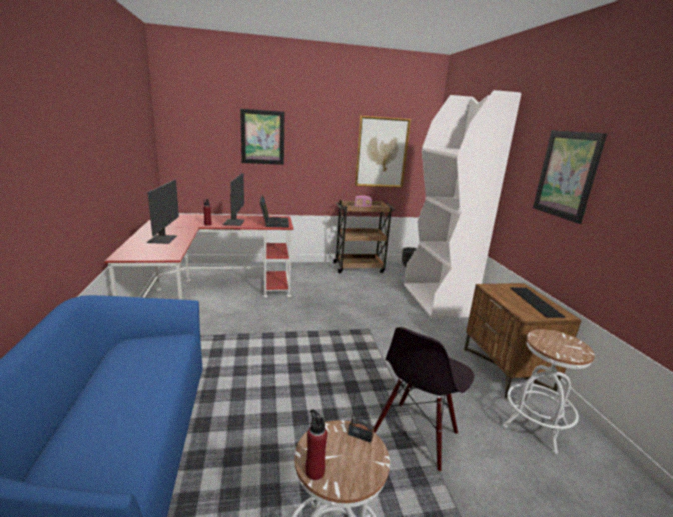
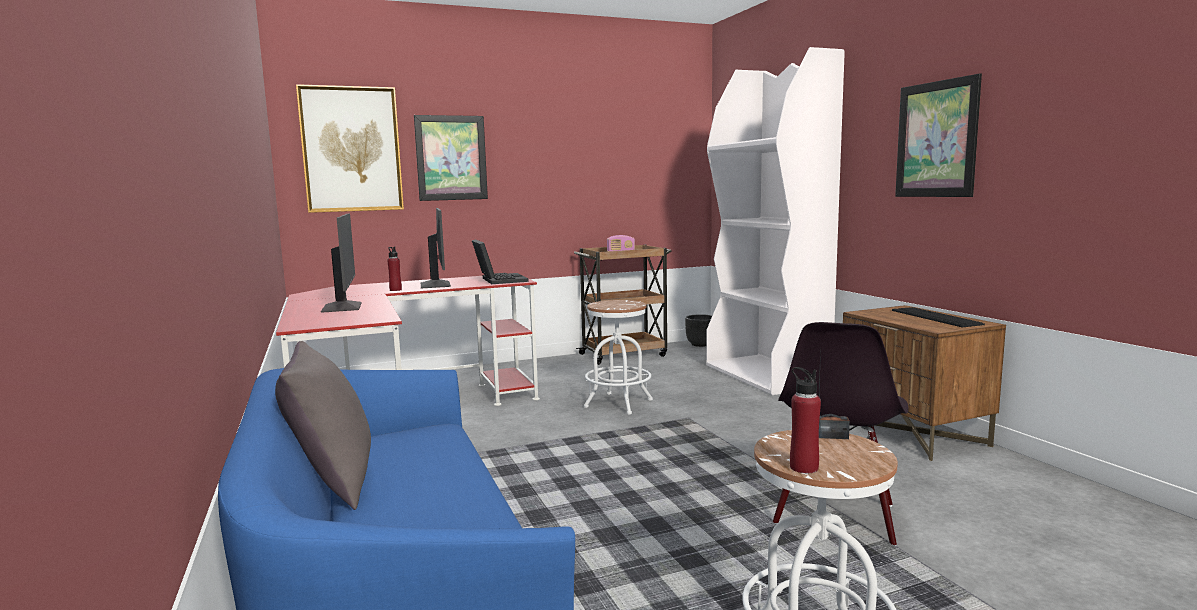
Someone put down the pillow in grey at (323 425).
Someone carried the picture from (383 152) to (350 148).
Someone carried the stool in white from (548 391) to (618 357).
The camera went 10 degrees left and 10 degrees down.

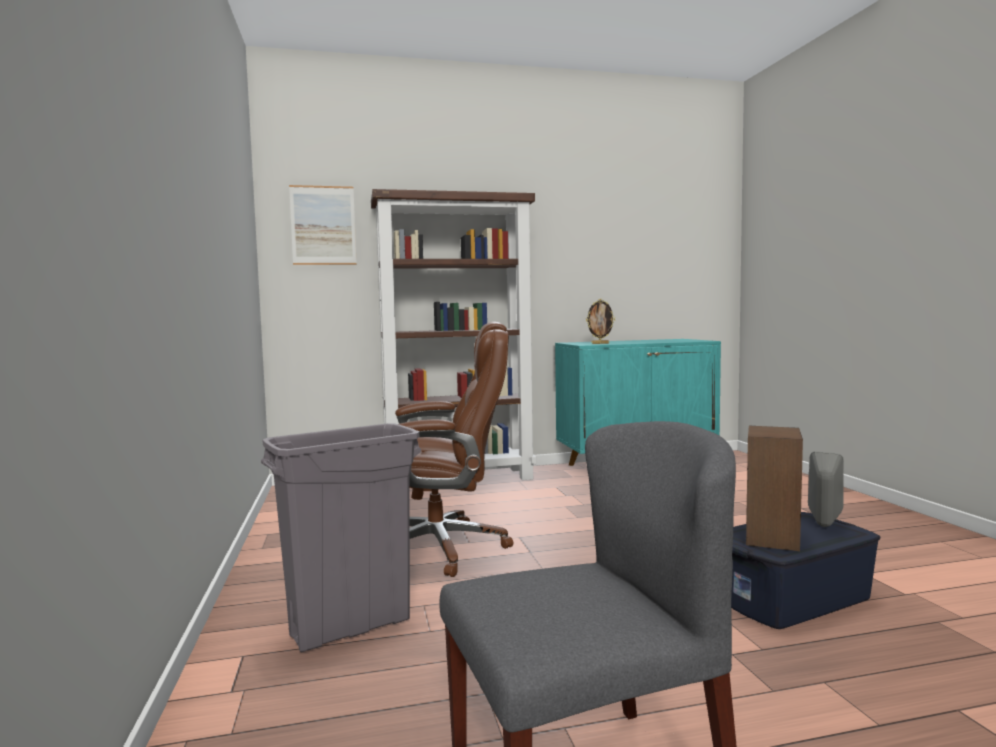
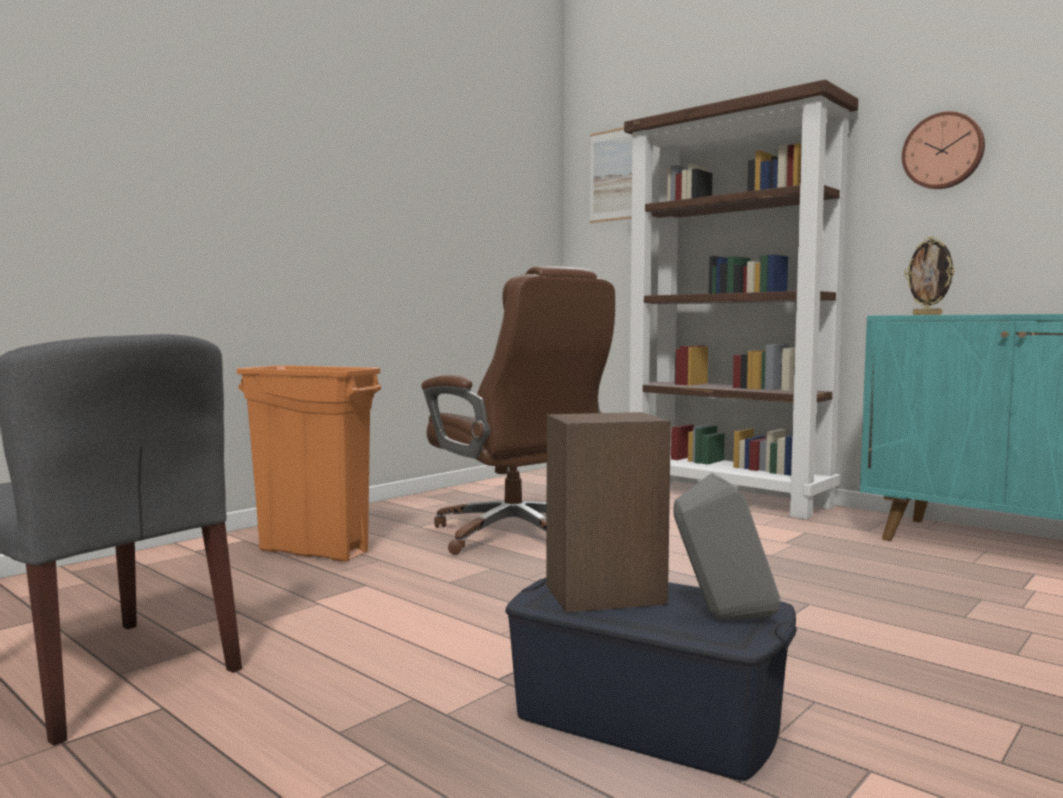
Someone put up the wall clock at (943 150).
Someone repainted the trash can in grey at (341 537), which became the trash can in orange at (309 463).
The camera went 55 degrees right and 0 degrees up.

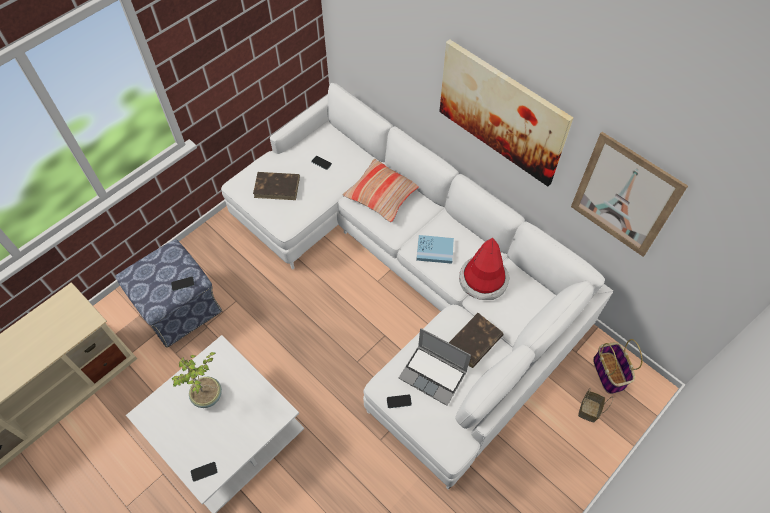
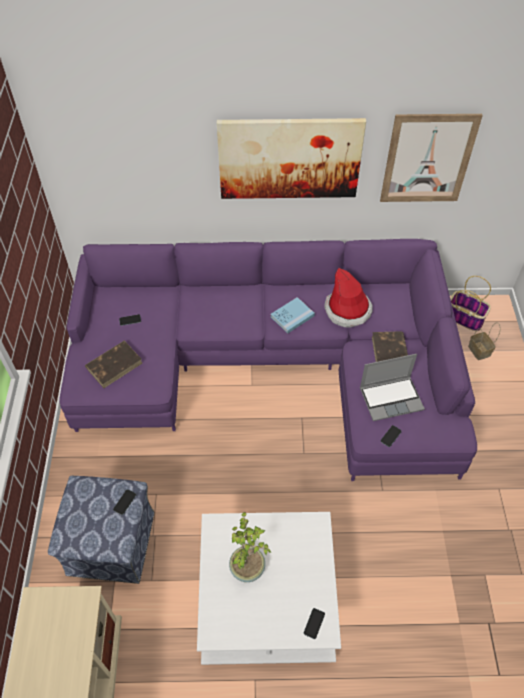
Someone took away the pillow at (381 190).
Someone repainted the sofa in white at (417 286), which became the sofa in purple at (268 360).
The camera went 45 degrees left and 5 degrees down.

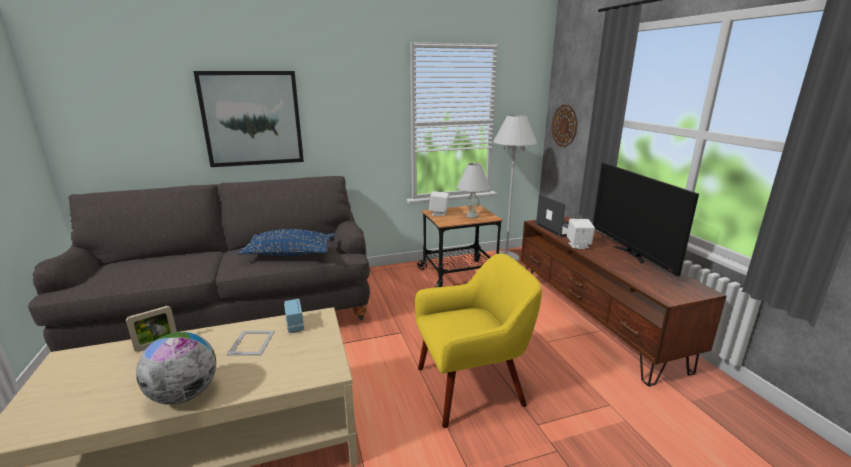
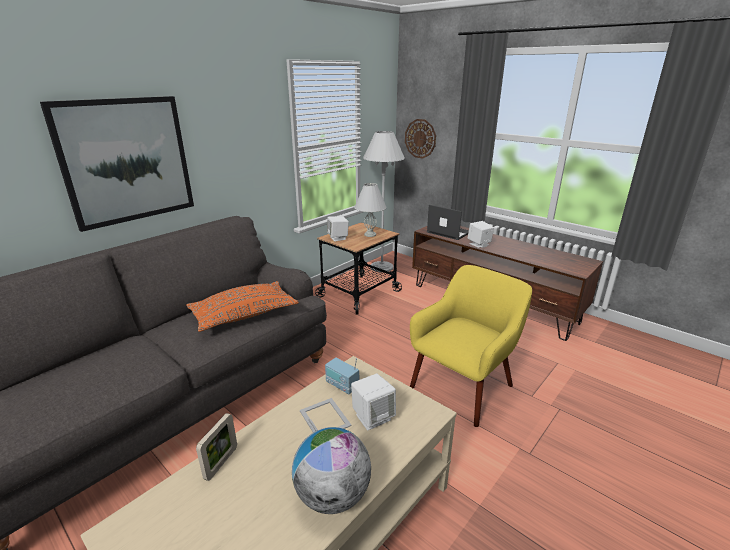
Someone took away the television at (646 219).
Someone put down the speaker in white at (373 402).
Someone repainted the pillow in blue at (286 242), which became the pillow in orange at (242 306).
The camera went 30 degrees left and 5 degrees up.

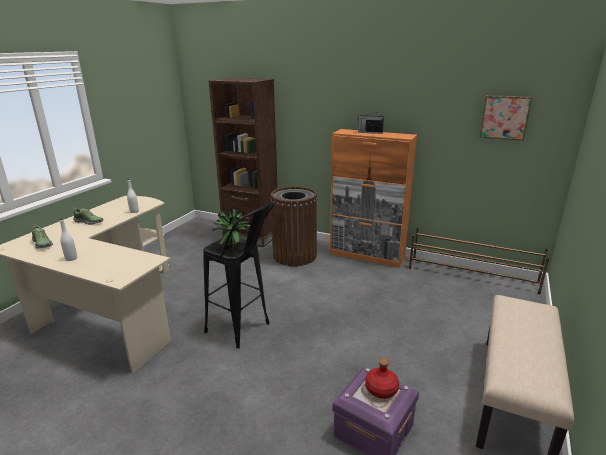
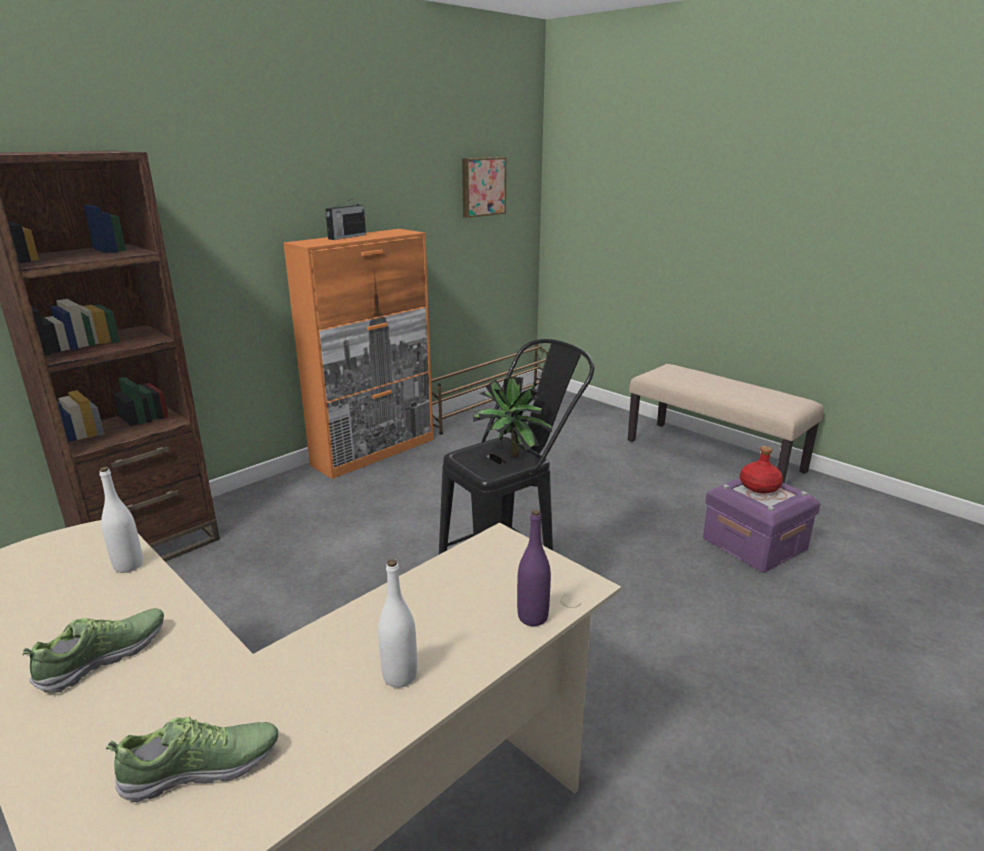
Someone took away the trash can in brown at (293 226).
Someone put down the bottle in purple at (534 567).
The camera went 70 degrees left and 0 degrees up.

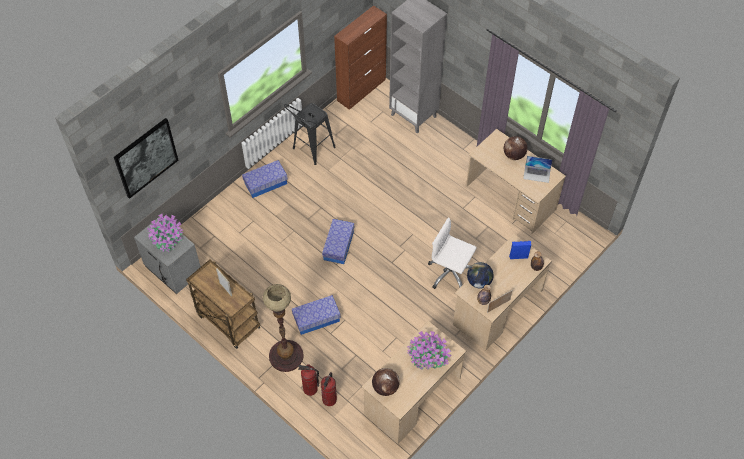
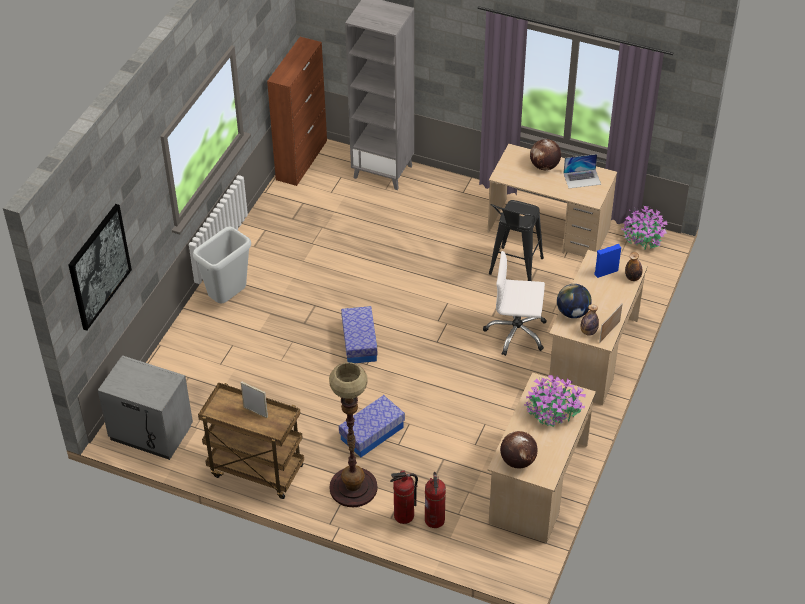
Someone carried the potted plant from (165 233) to (645 228).
Someone carried the stool in black from (310 134) to (516 240).
Someone swapped the storage box at (265 179) for the trash can in grey at (222 265).
The camera went 20 degrees left and 10 degrees down.

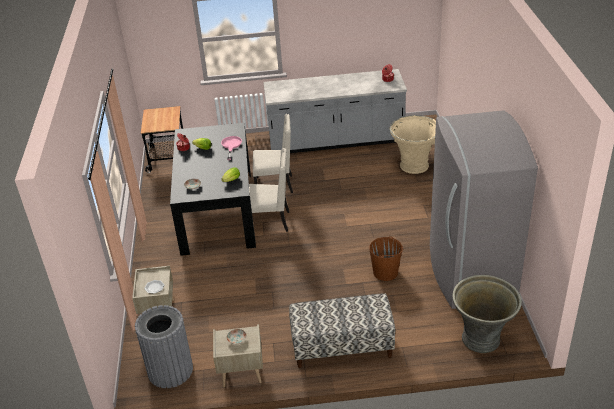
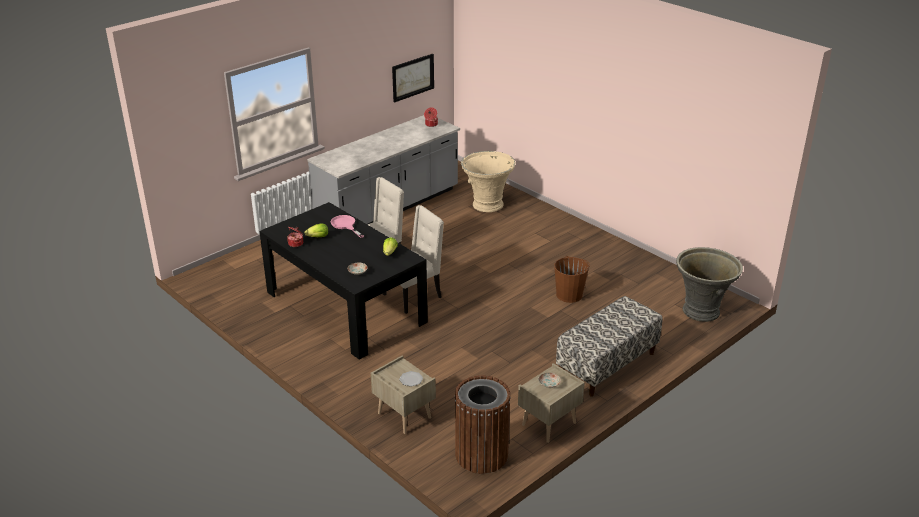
Someone took away the cart at (162 139).
Someone took away the fridge in grey at (484 209).
Someone put up the picture at (413 78).
Someone repainted the trash can in grey at (164 346), which became the trash can in brown at (483 424).
The camera went 40 degrees left and 5 degrees down.

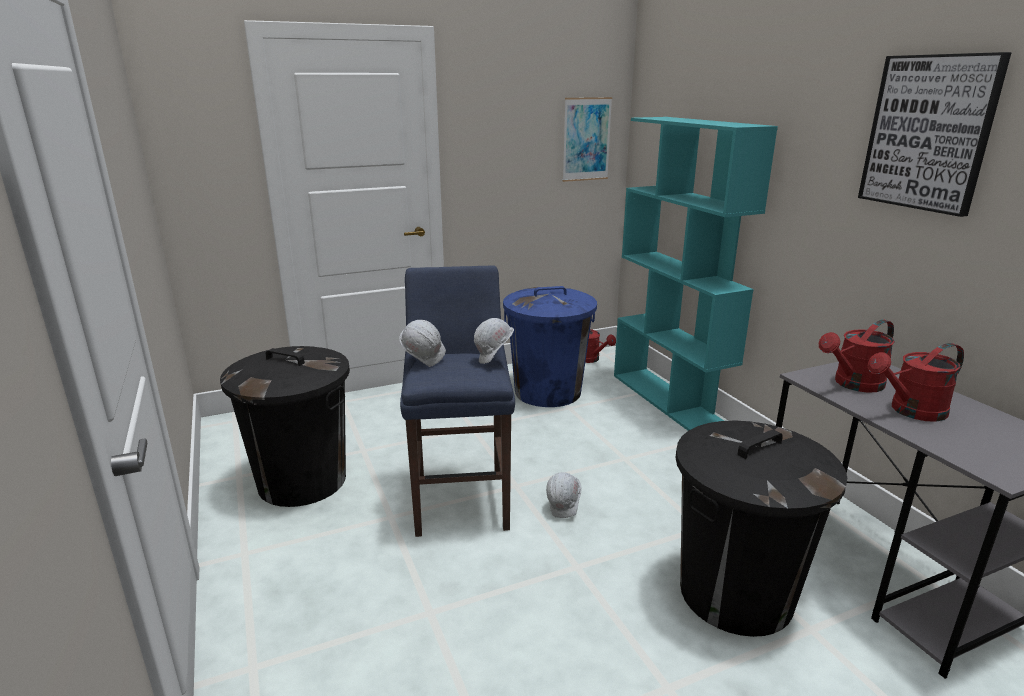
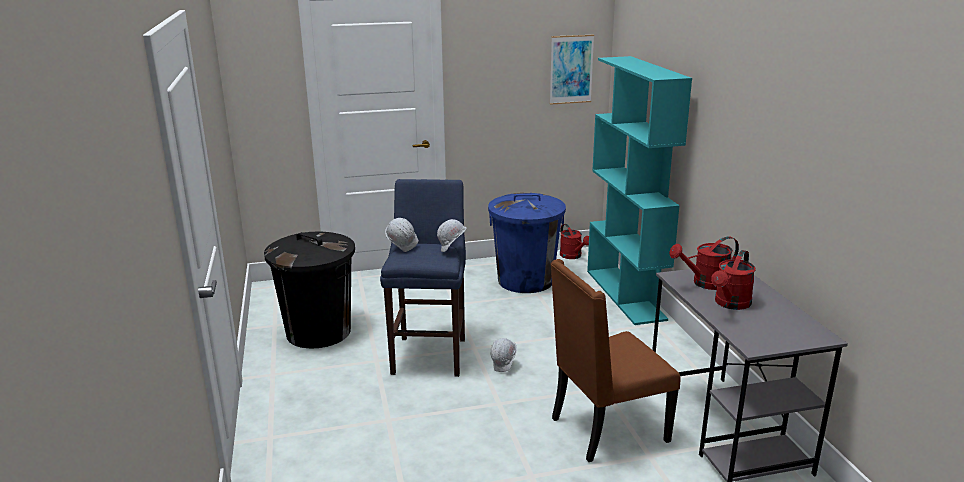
Someone took away the picture at (935 134).
Someone swapped the trash can in black at (761 529) for the chair in brown at (616 360).
Someone rotated the watering can in red at (916 382) by 45 degrees counterclockwise.
The camera went 10 degrees right and 0 degrees up.

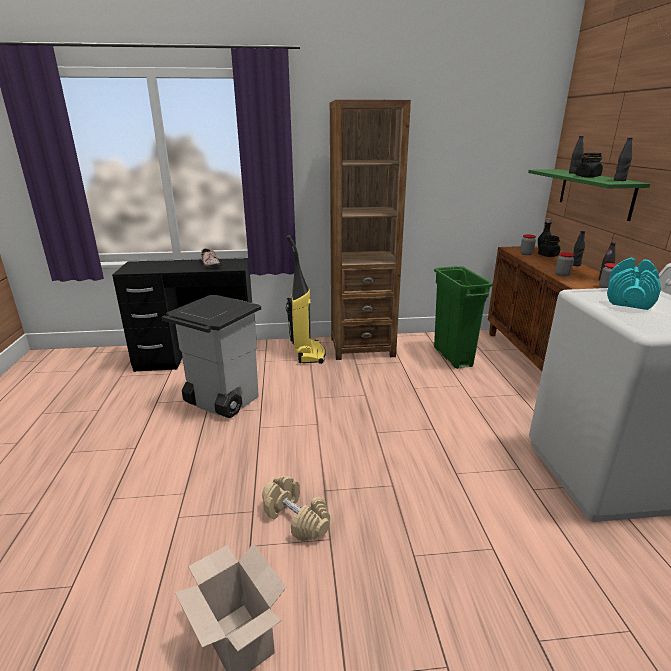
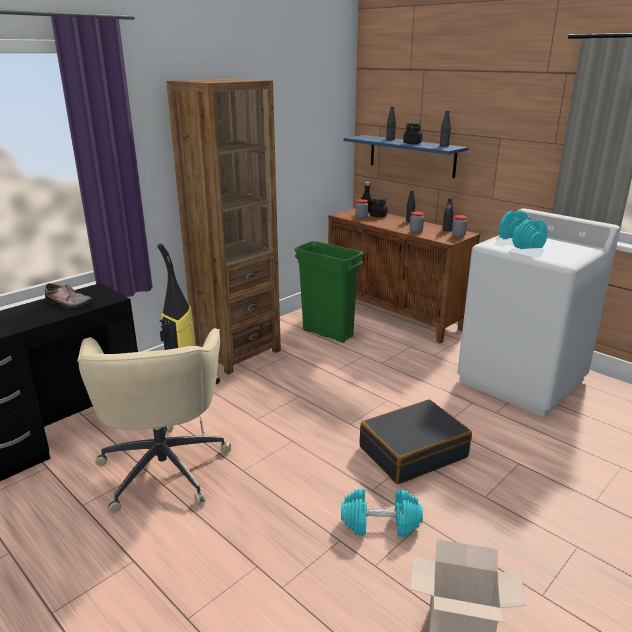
Someone put down the suitcase in black at (416 441).
Someone swapped the trash can in grey at (211 356) for the office chair in beige at (154 420).
Someone repainted the dumbbell in beige at (296 509), which became the dumbbell in turquoise at (382 513).
Someone repainted the shelf in green at (589 195), which became the shelf in blue at (406 156).
The camera went 40 degrees left and 0 degrees up.

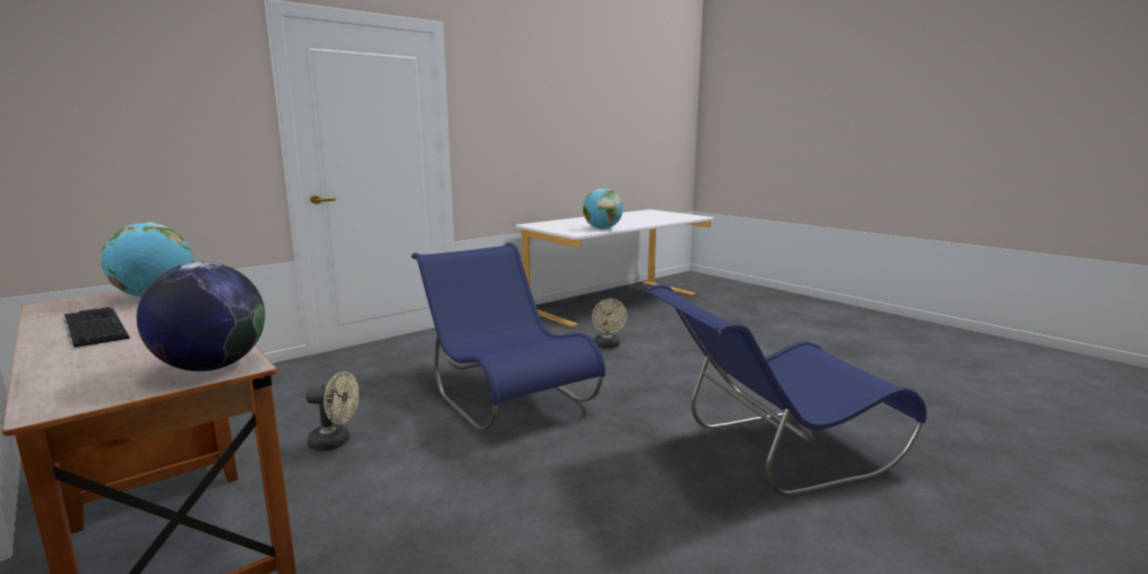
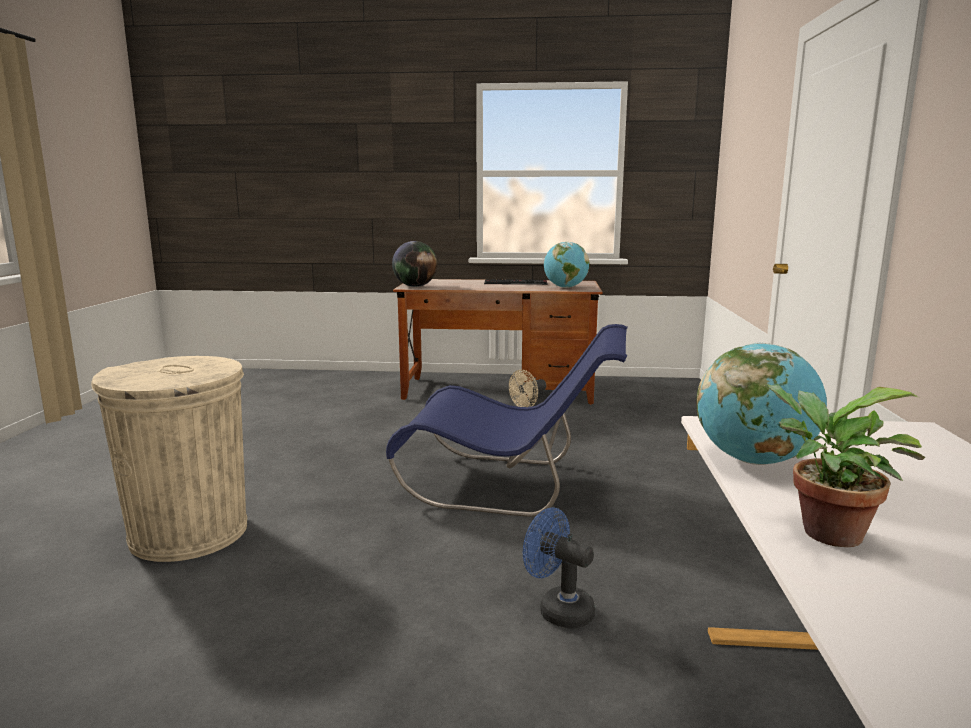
Someone put down the potted plant at (844 465).
Someone swapped the chair in blue at (786 390) for the trash can in beige at (169 459).
Someone repainted the fan in beige at (609 323), which became the fan in blue at (559 568).
The camera went 135 degrees right and 0 degrees up.

